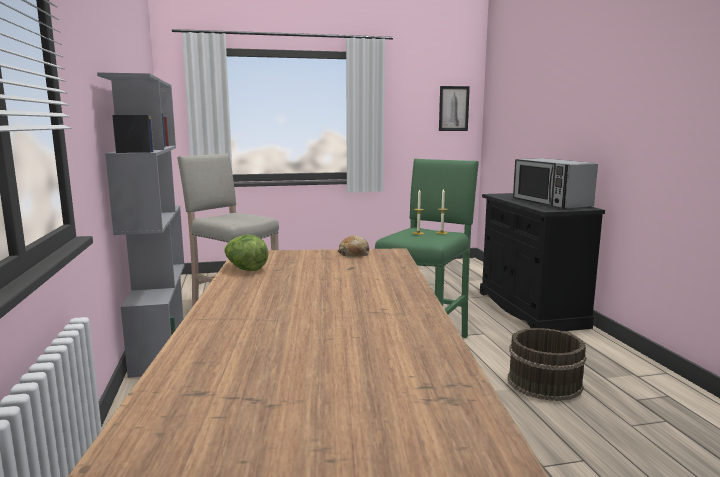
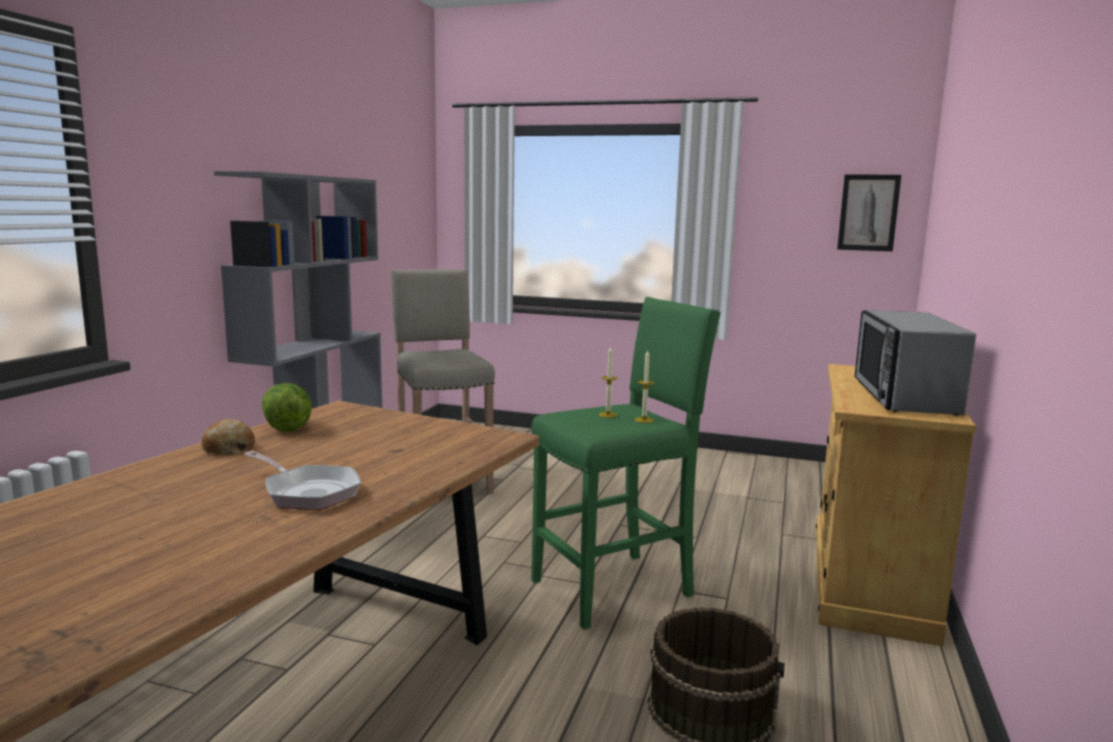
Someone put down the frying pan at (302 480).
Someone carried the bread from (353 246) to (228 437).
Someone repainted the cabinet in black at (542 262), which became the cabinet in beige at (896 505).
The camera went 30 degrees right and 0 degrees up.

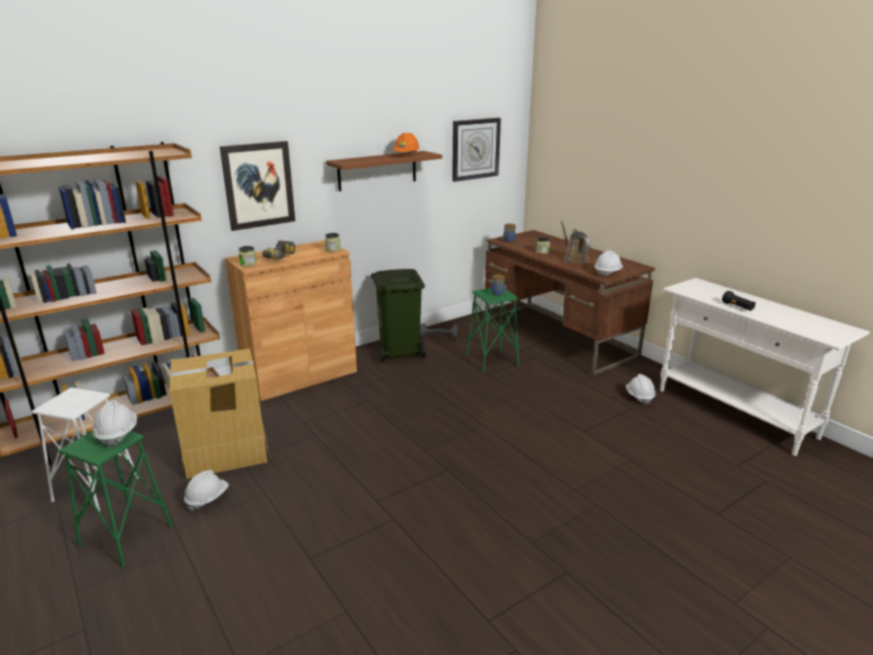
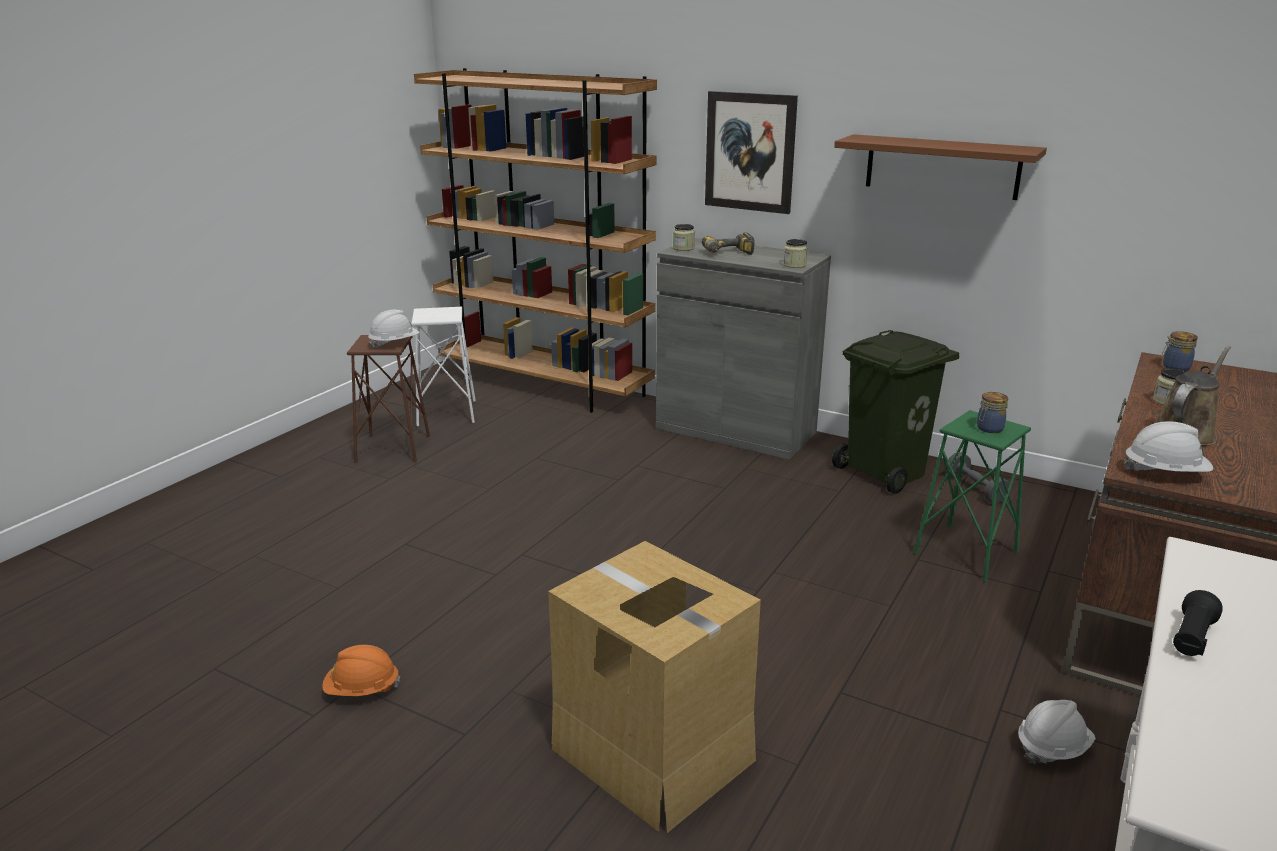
Someone took away the hard hat in white at (206 490).
Someone took away the wall clock at (476 150).
Someone carried the cardboard box from (219 414) to (654 687).
Someone carried the hard hat in orange from (406 143) to (361 670).
Someone repainted the stool in green at (115 499), which became the stool in brown at (388 399).
Someone repainted the cabinet in brown at (291 320), which became the cabinet in grey at (743 349).
The camera went 65 degrees right and 0 degrees up.

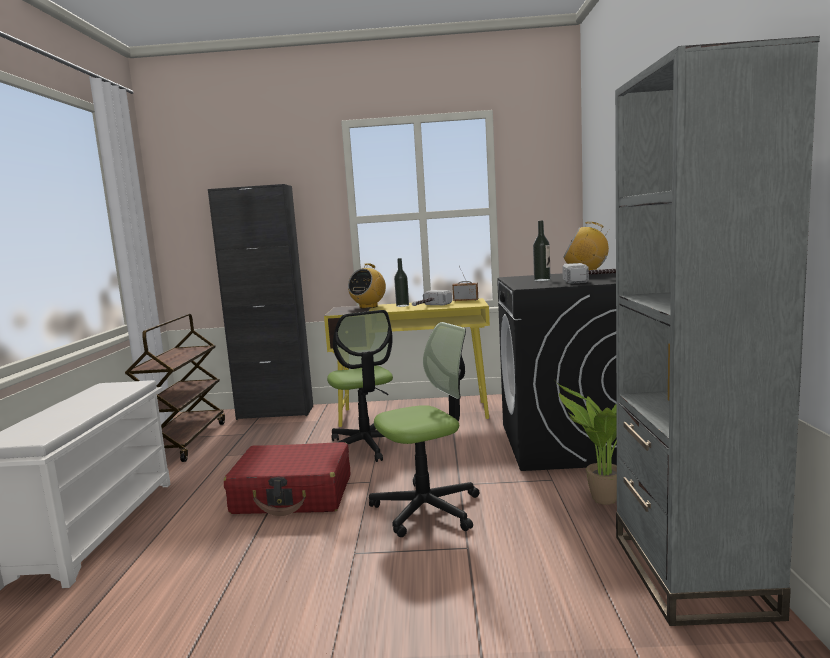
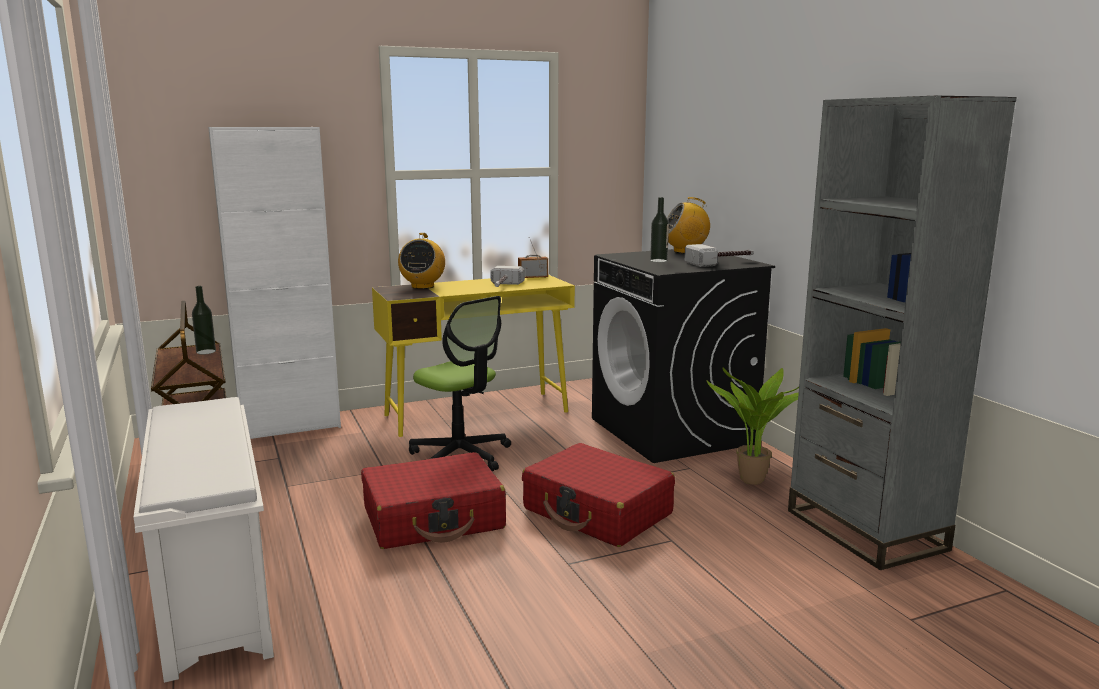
Someone carried the bottle from (401 282) to (204 320).
Someone swapped the office chair at (424 429) for the suitcase in red at (598 495).
Someone repainted the cabinet in black at (260 302), which became the cabinet in white at (274 283).
The camera went 25 degrees left and 5 degrees up.

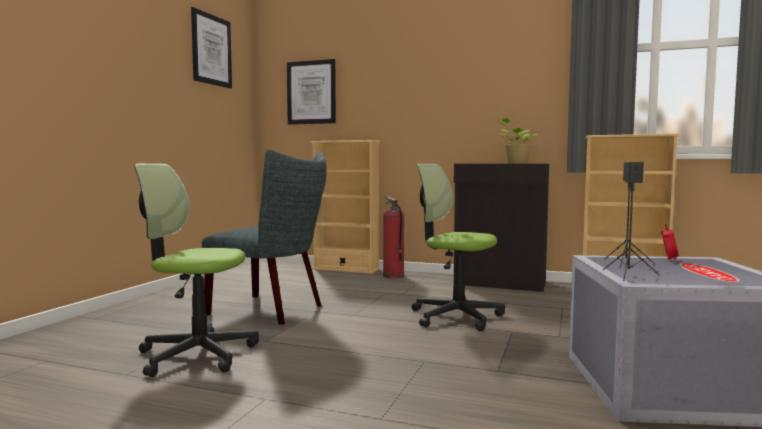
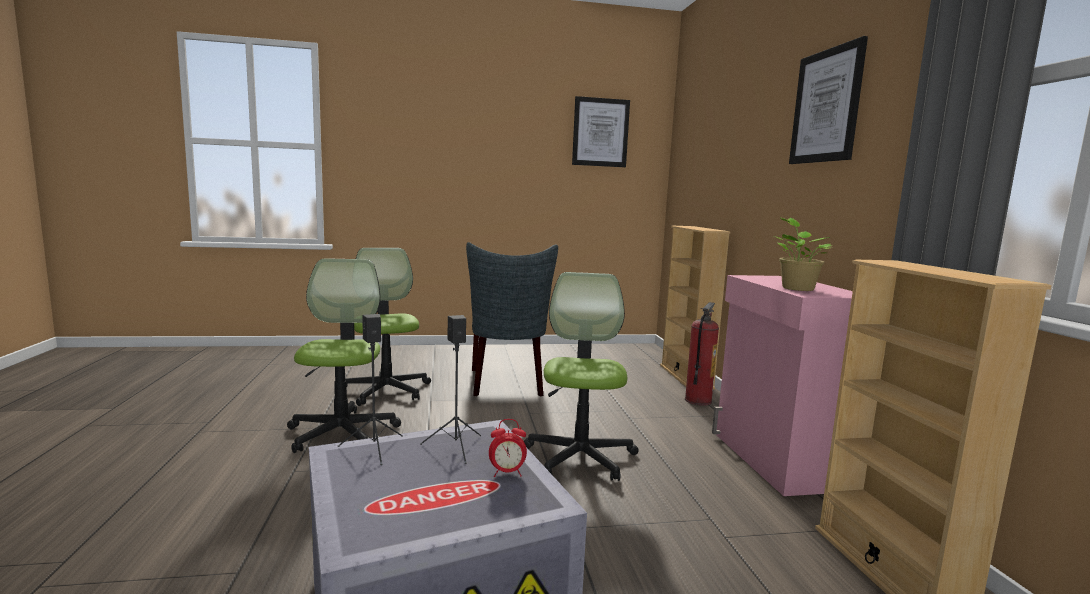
Someone put down the office chair at (344 355).
Someone carried the picture from (311 92) to (828 100).
Someone repainted the cabinet in black at (501 228), which became the cabinet in pink at (782 385).
The camera went 60 degrees right and 5 degrees up.

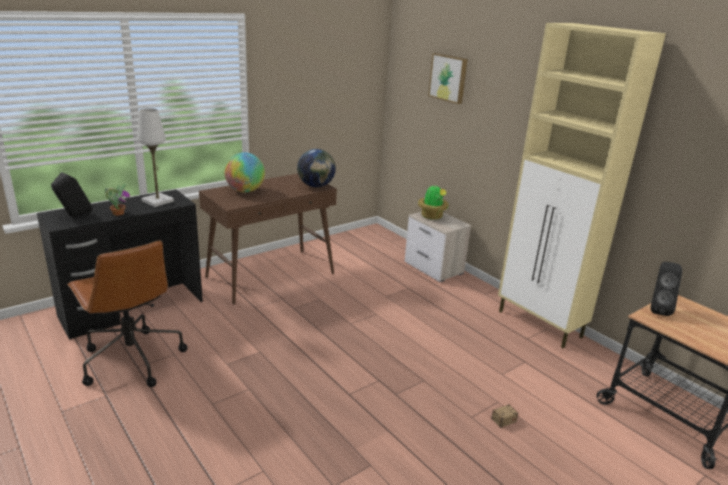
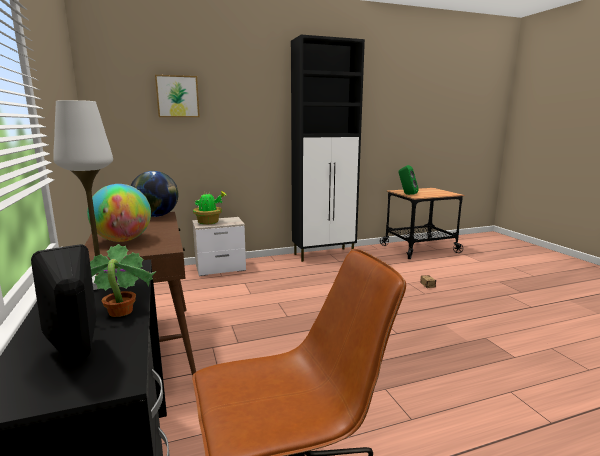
Someone repainted the cabinet in beige at (582 185), which became the cabinet in black at (328 148).
Someone repainted the speaker in black at (666 289), which became the speaker in green at (409 180).
The camera went 70 degrees left and 10 degrees down.

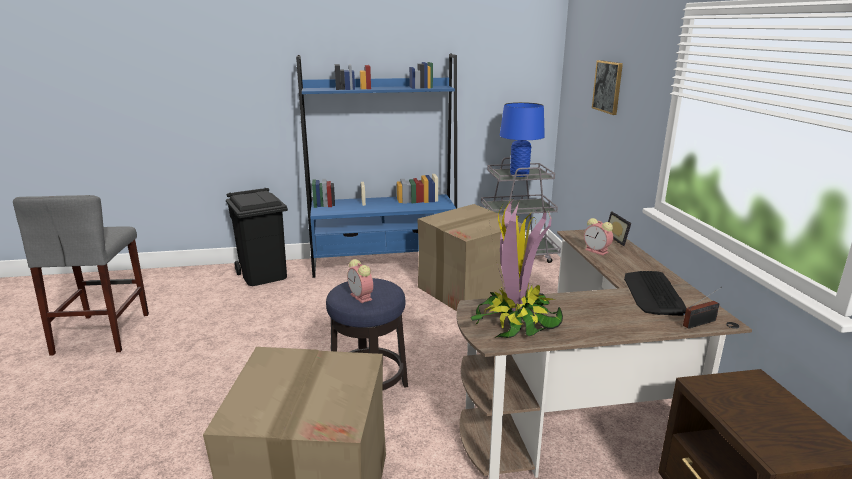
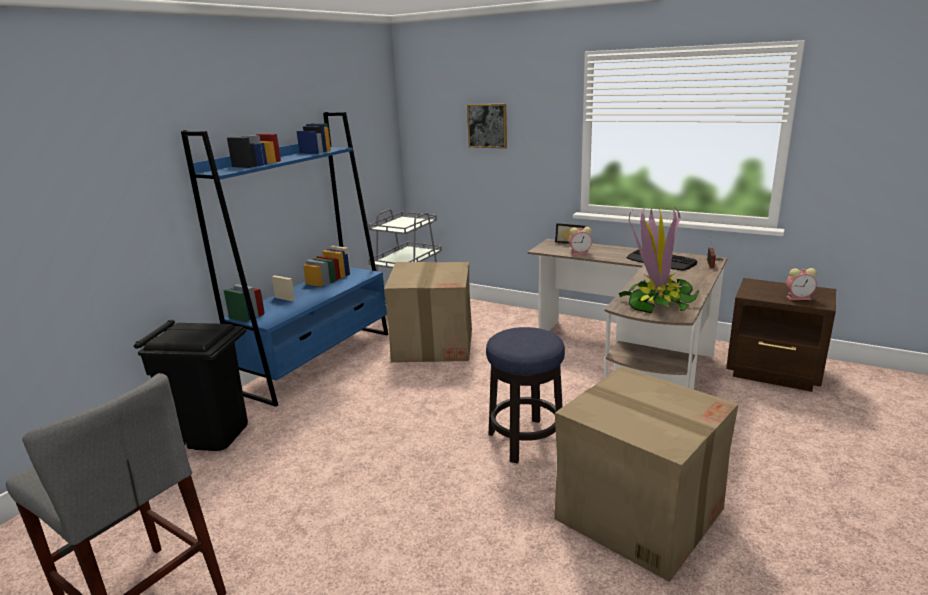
Someone took away the table lamp in blue at (522 139).
Someone carried the alarm clock from (360 281) to (801 284).
The camera went 50 degrees left and 0 degrees up.

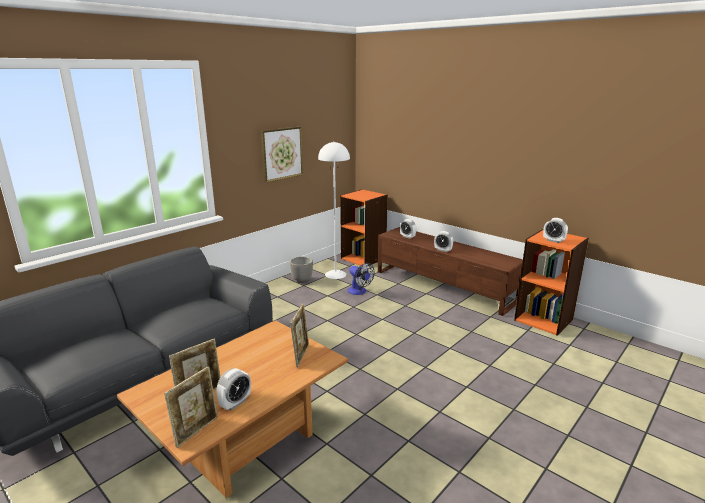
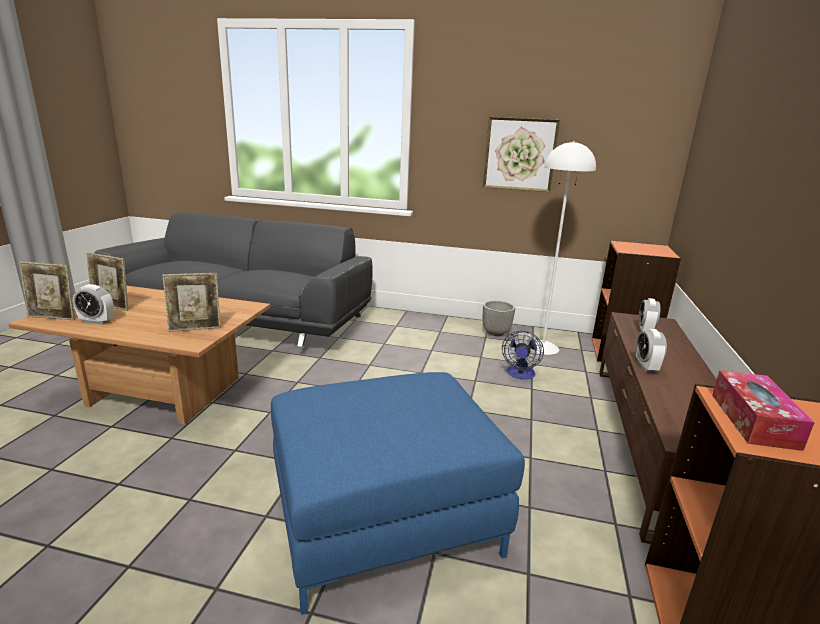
Someone put down the ottoman in blue at (398 493).
Someone swapped the alarm clock at (555 230) for the tissue box at (763 410).
The camera went 60 degrees right and 0 degrees up.

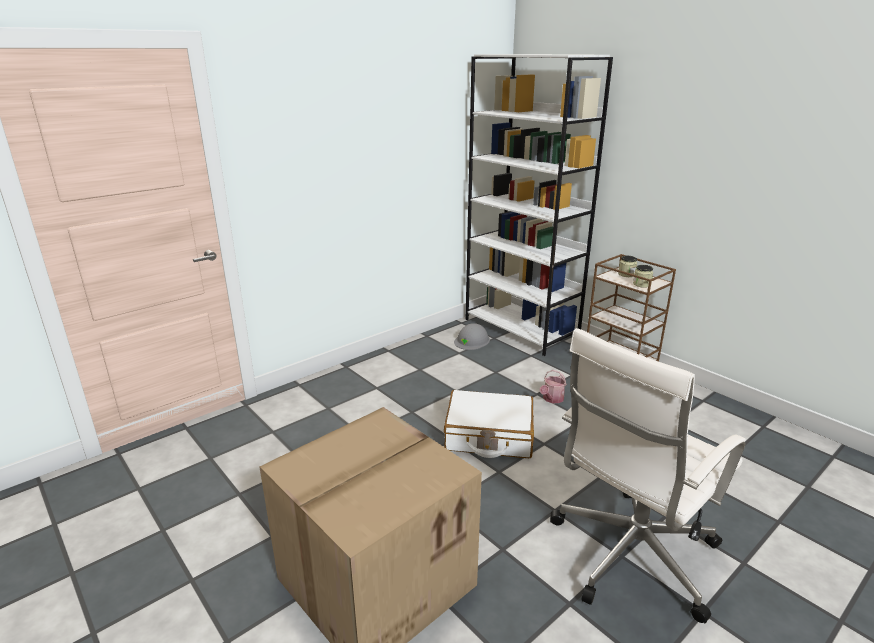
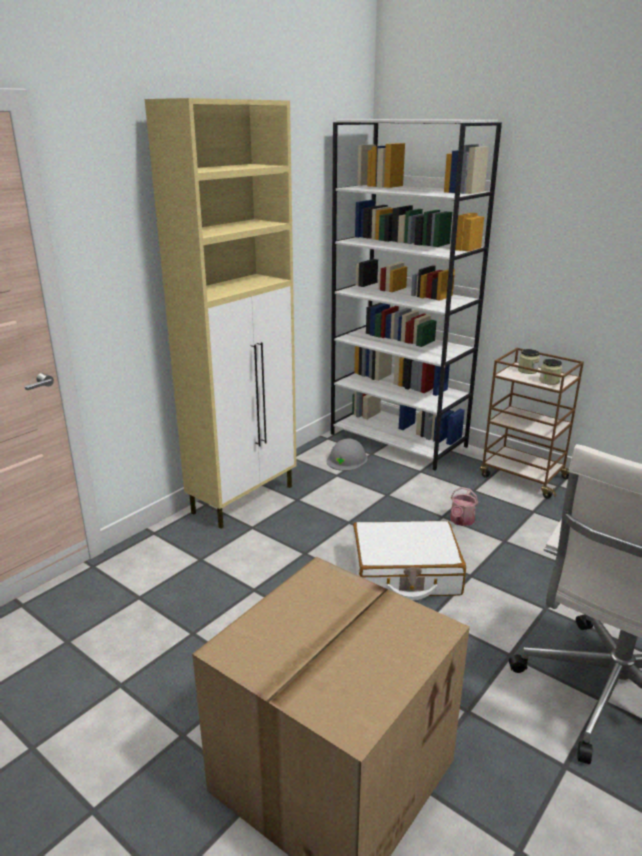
Someone put down the cabinet in beige at (220 313).
The camera went 10 degrees left and 0 degrees up.

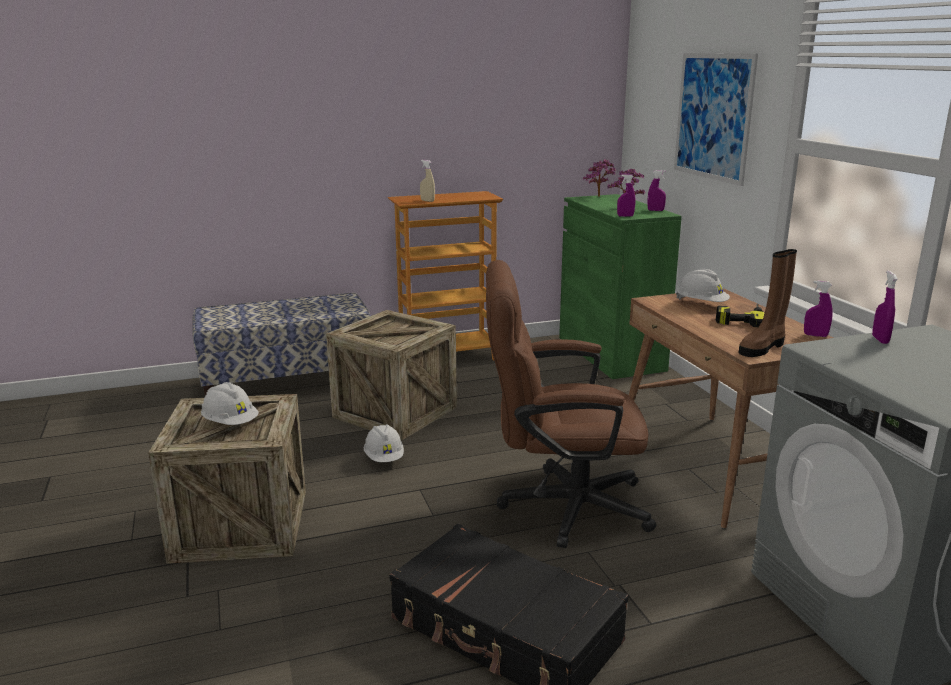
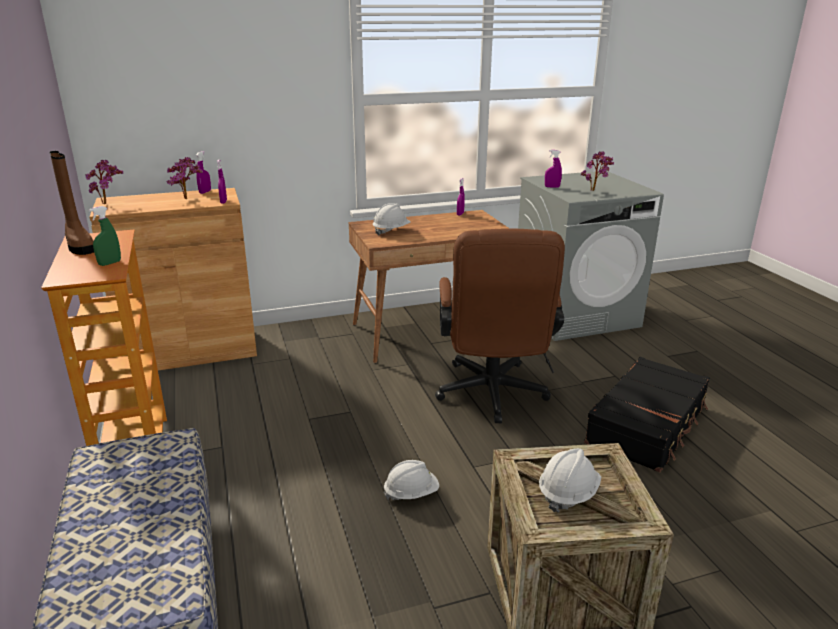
Someone took away the crate at (391 375).
Someone took away the picture at (716 119).
Someone took away the power drill at (740 315).
Someone put down the potted plant at (597 171).
Someone carried the boot in brown from (768 303) to (72 203).
Someone repainted the spray bottle in beige at (427 181), which became the spray bottle in green at (105 236).
Someone repainted the cabinet in green at (620 286), which became the cabinet in brown at (173 279).
The camera went 90 degrees left and 5 degrees up.

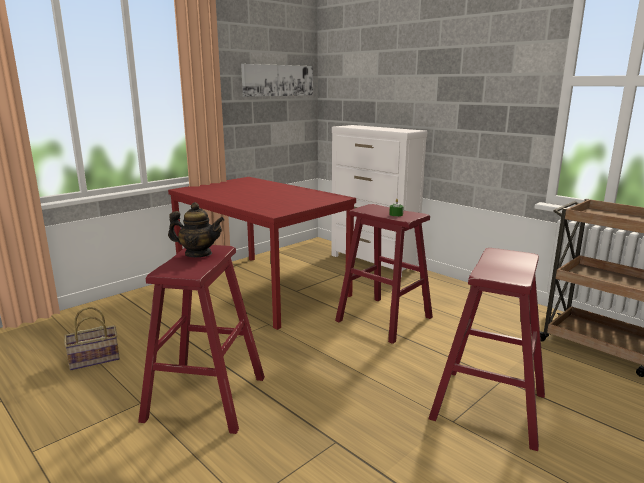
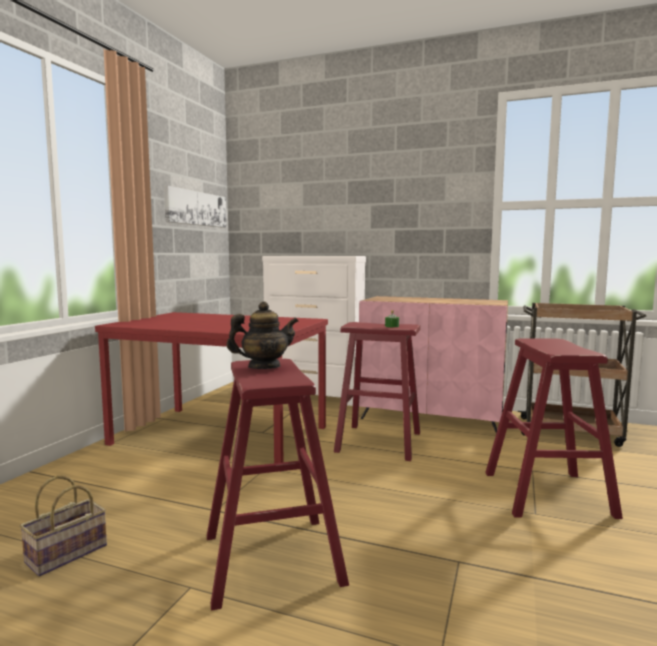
Someone put down the cabinet in pink at (433 364).
The camera went 25 degrees left and 10 degrees down.

